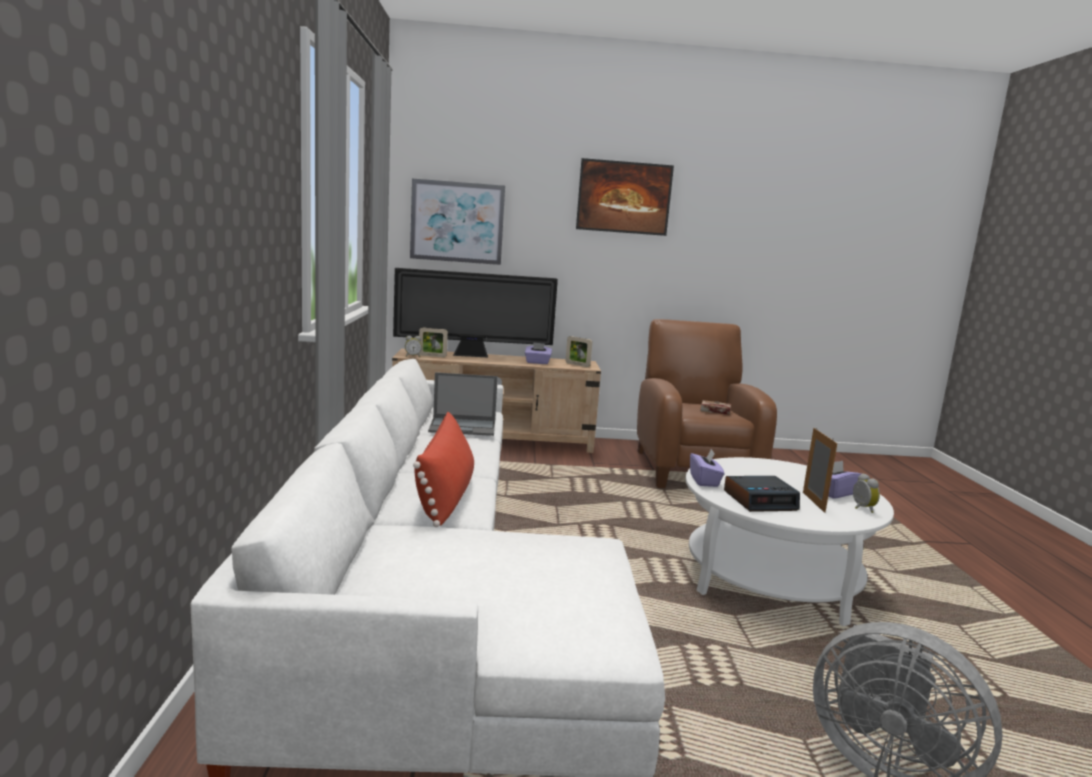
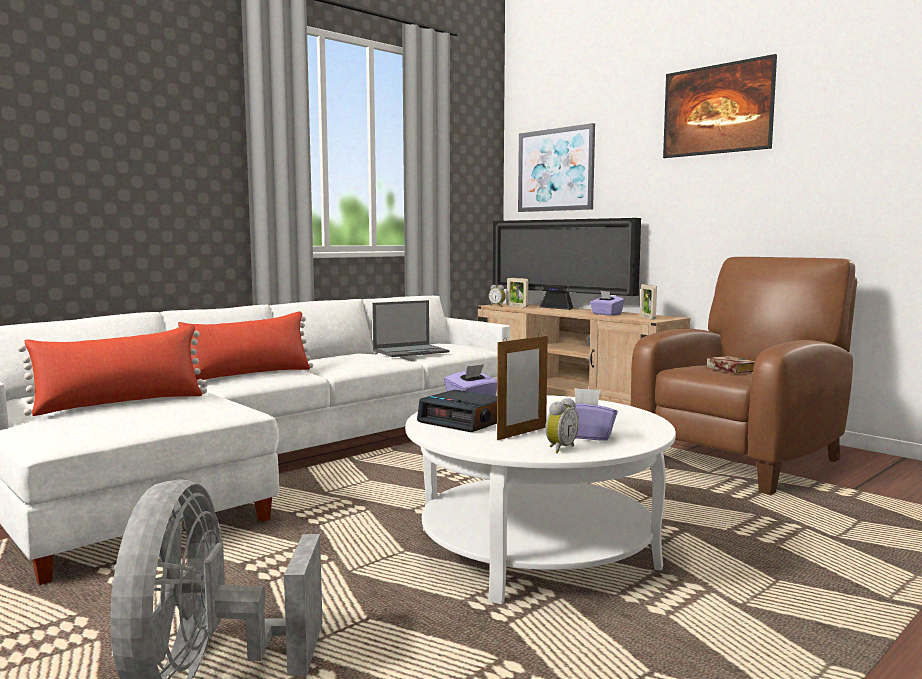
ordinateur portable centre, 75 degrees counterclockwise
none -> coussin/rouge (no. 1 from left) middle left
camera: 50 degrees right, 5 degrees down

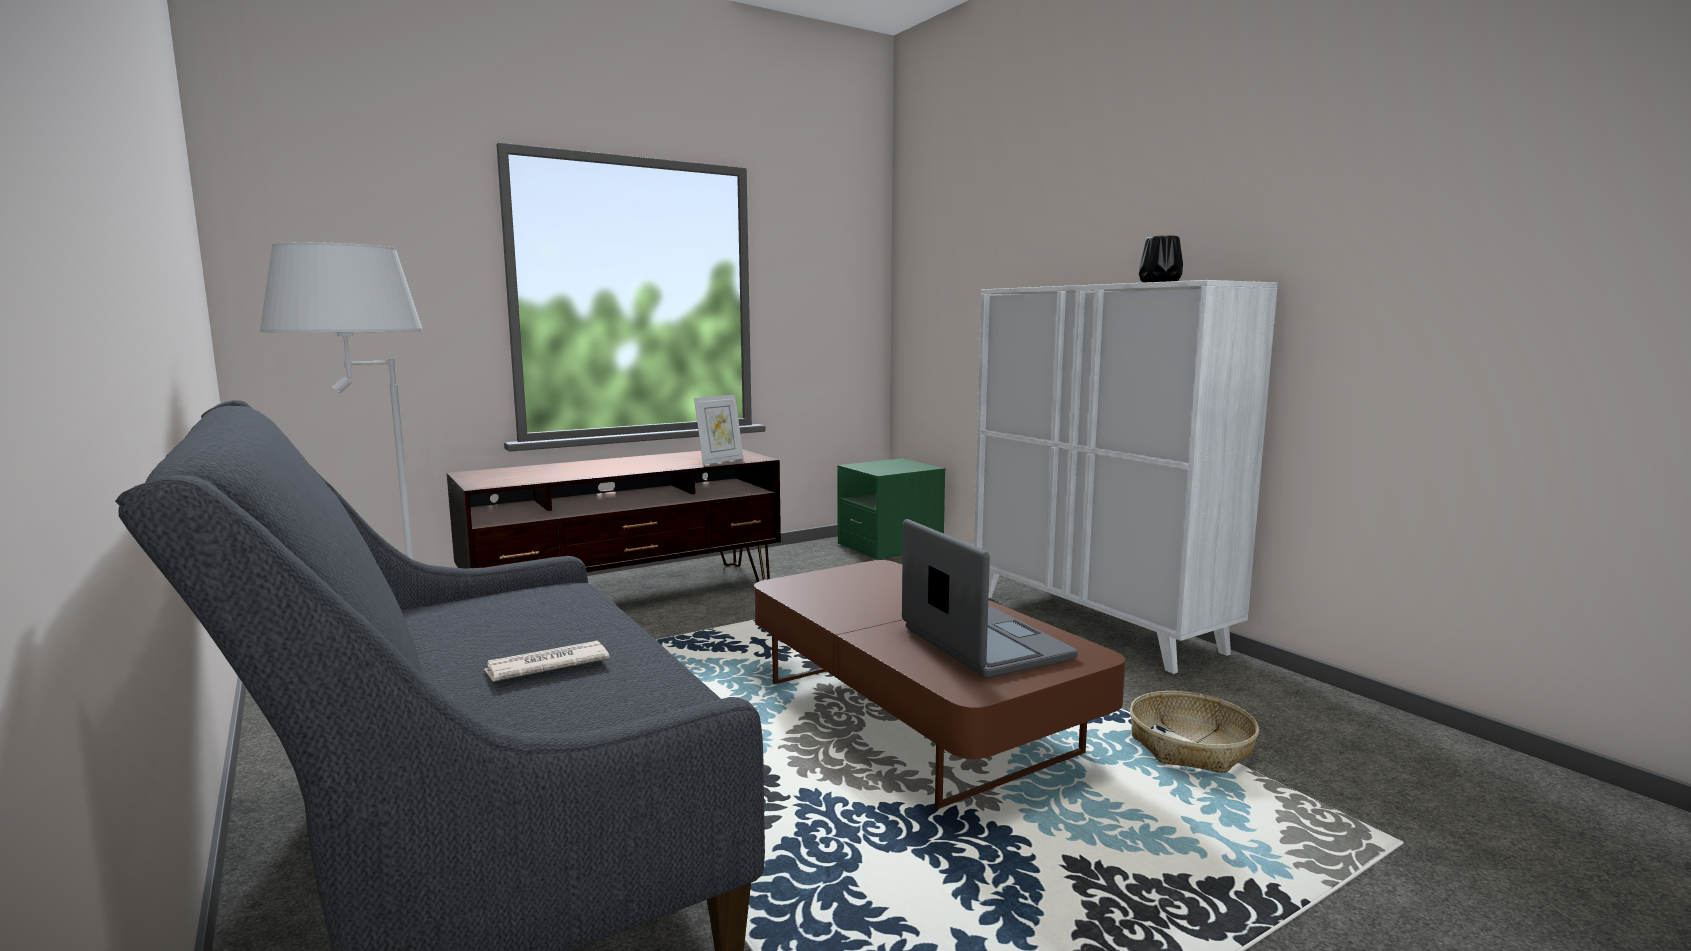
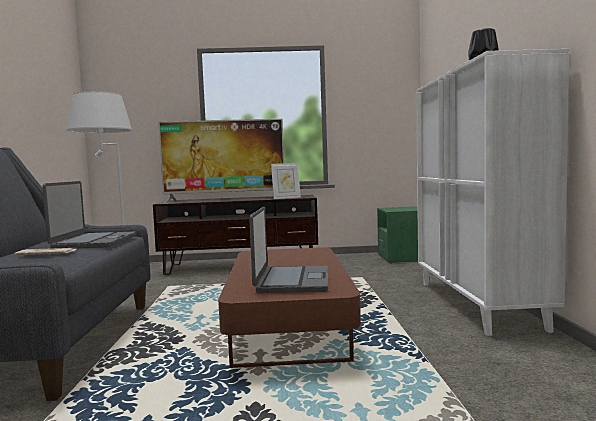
panier bottom right -> none
none -> téléviseur centre
none -> ordinateur portable (no. 1 from left) middle left
camera: 30 degrees right, 5 degrees down

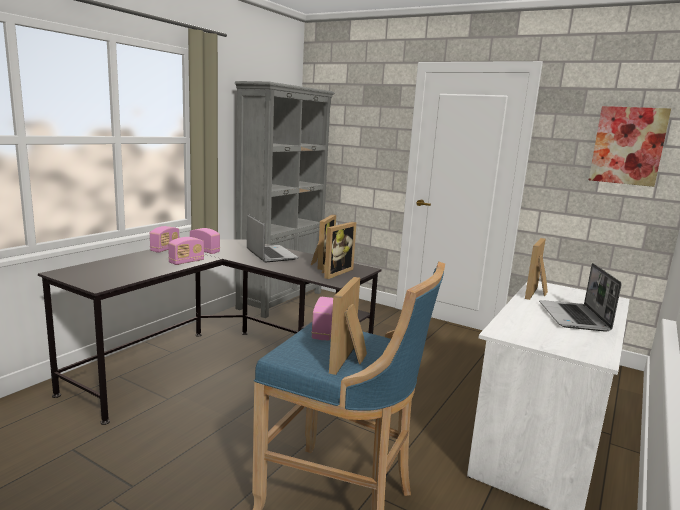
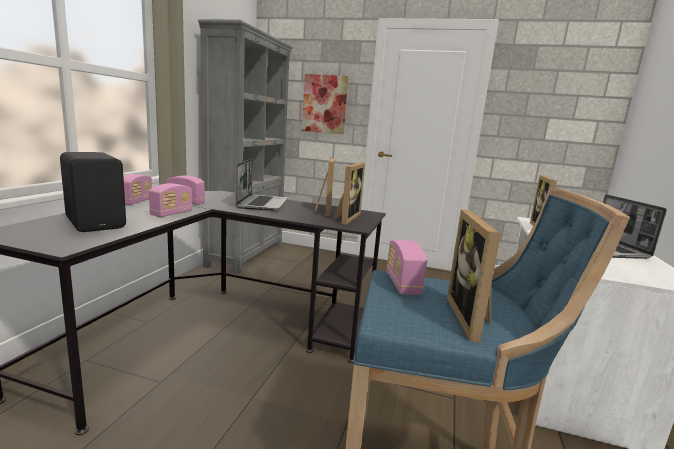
tableau top right -> tableau top centre, relocated
ordinateur portable (no. 1 from left) centre, 45 degrees clockwise
none -> enceinte/noir middle left
camera: 15 degrees left, 0 degrees up

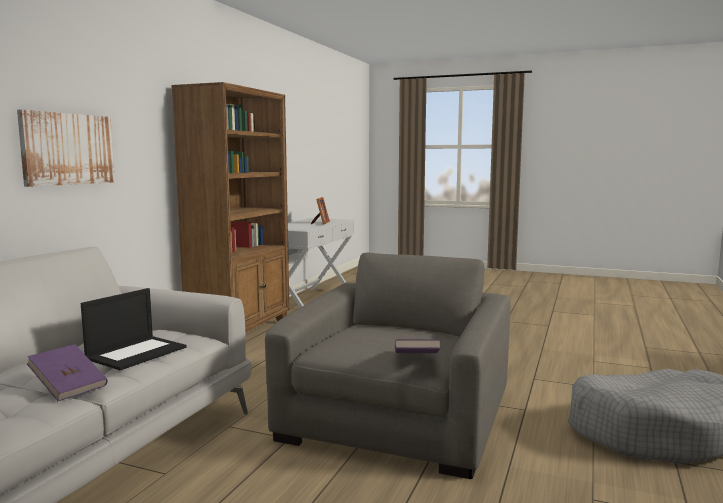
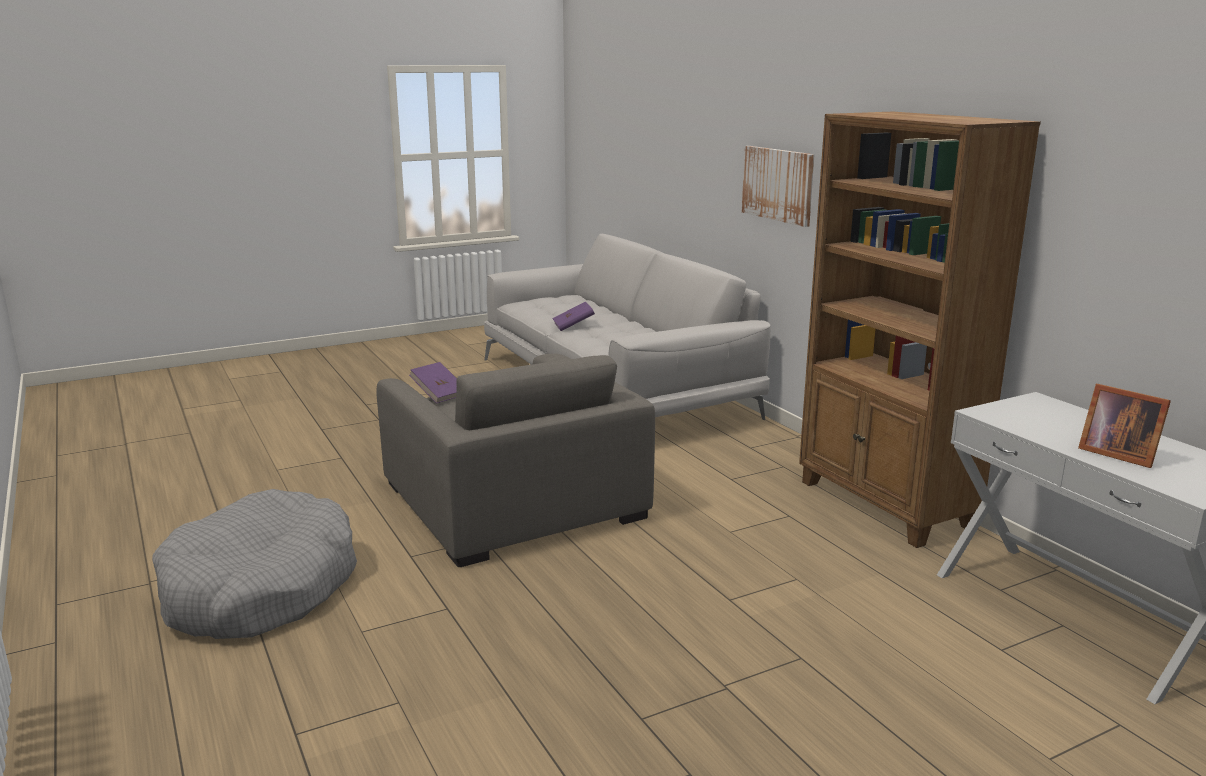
ordinateur portable middle left -> none
camera: 130 degrees right, 10 degrees up

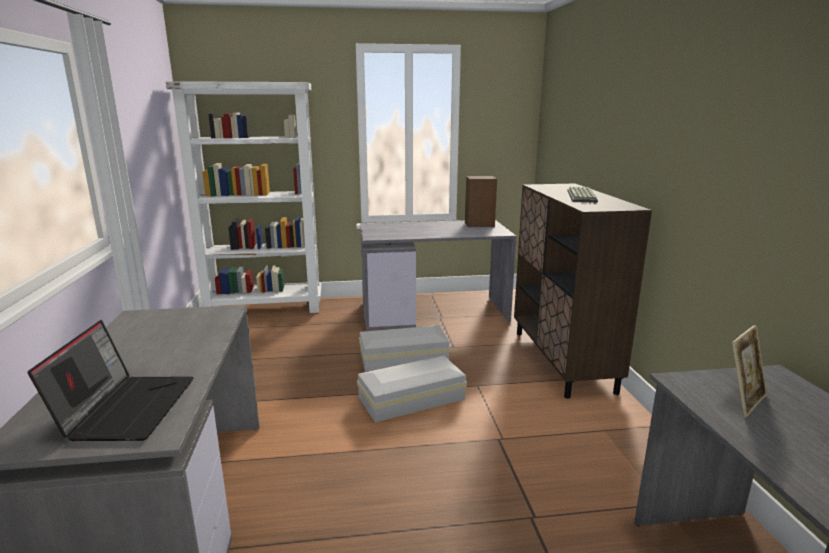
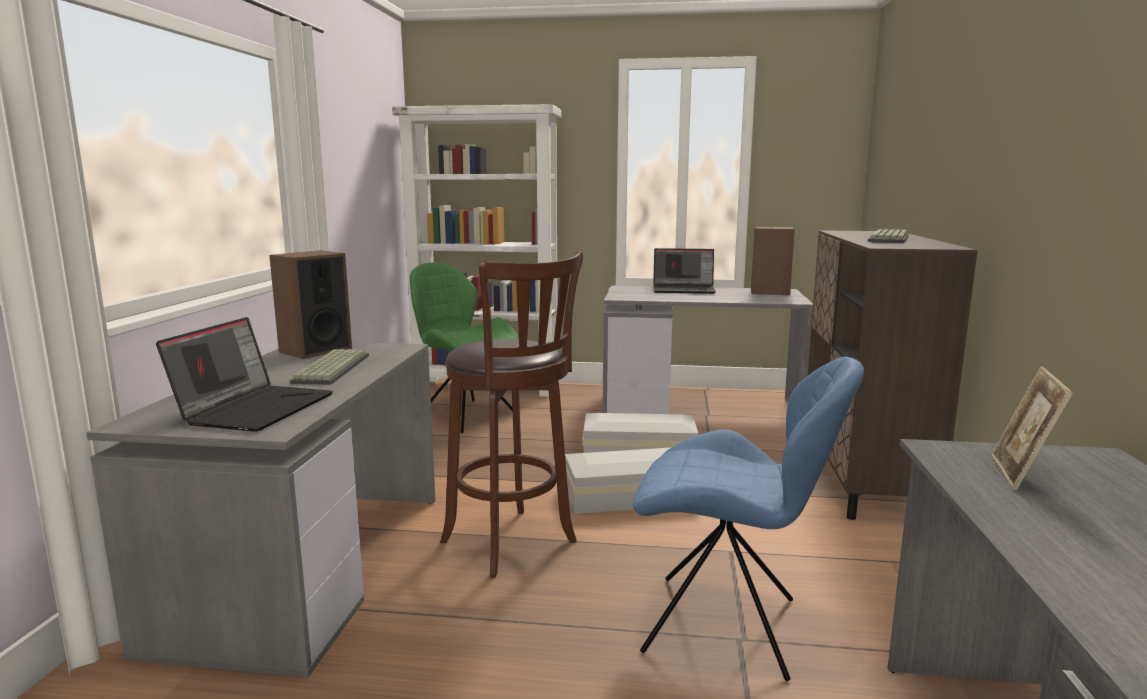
cadre photo bottom right -> cadre photo middle right, 135 degrees clockwise
none -> ordinateur portable (no. 2 from left) centre
none -> enceinte (no. 1 from left) middle left
none -> tabouret/marron centre
none -> chaise/vert centre
none -> clavier (no. 1 from left) middle left
none -> chaise/bleu bottom centre
camera: 15 degrees right, 5 degrees down

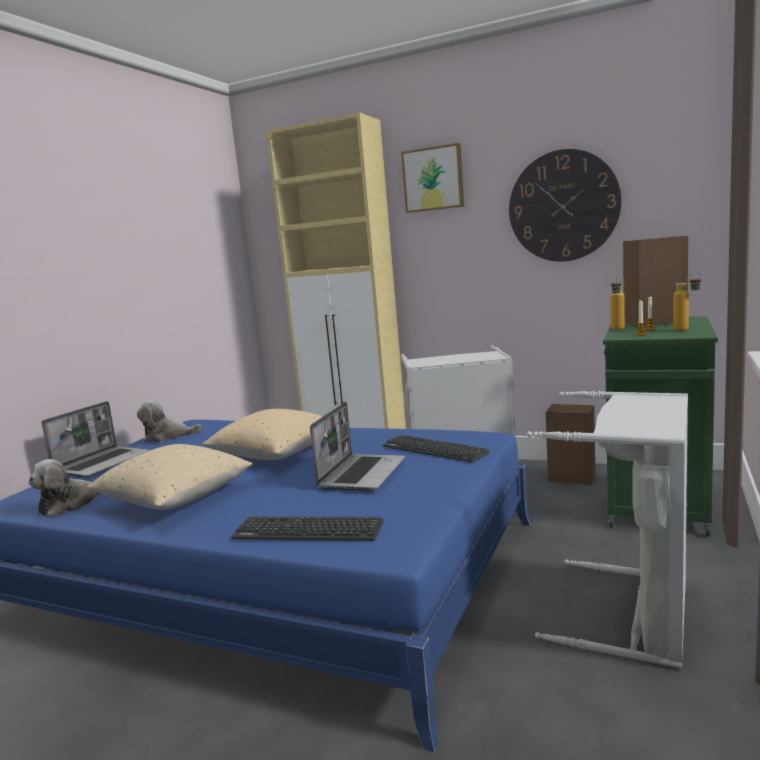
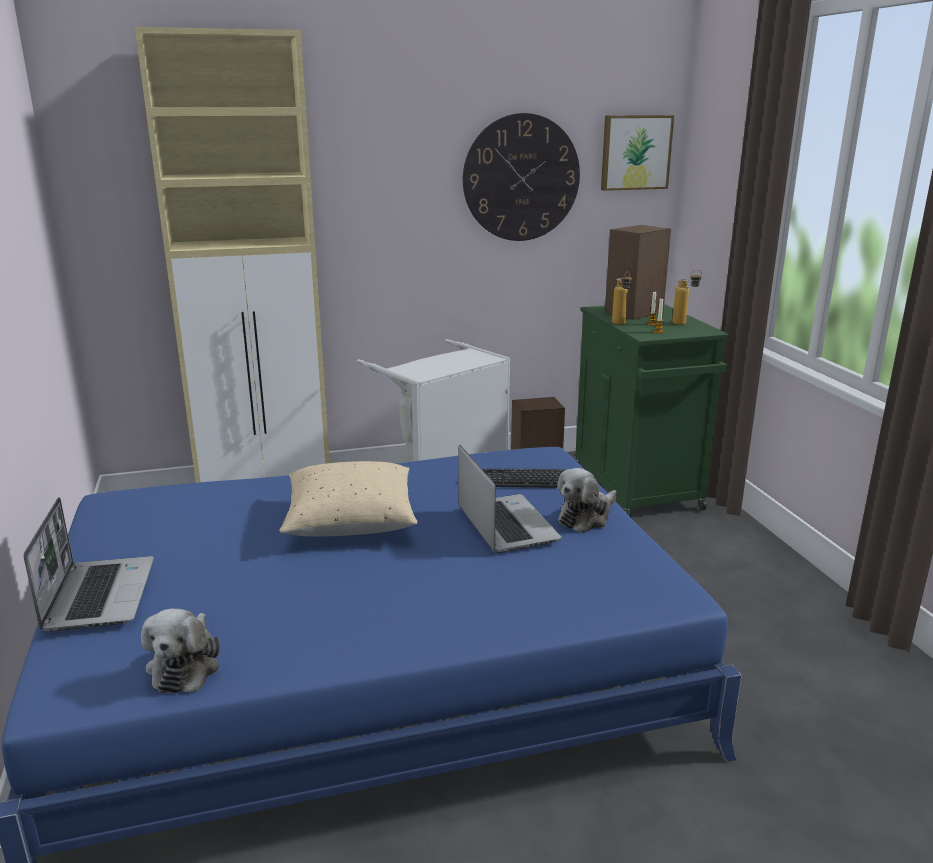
tableau top centre -> tableau top right, relocated
panier à linge/gris (no. 2 from left) bottom right -> none
peluche (no. 2 from left) middle left -> peluche (no. 2 from left) centre, relocated
coussin/beige (no. 1 from left) middle left -> none
clavier (no. 1 from left) bottom centre -> none
camera: 40 degrees left, 10 degrees up

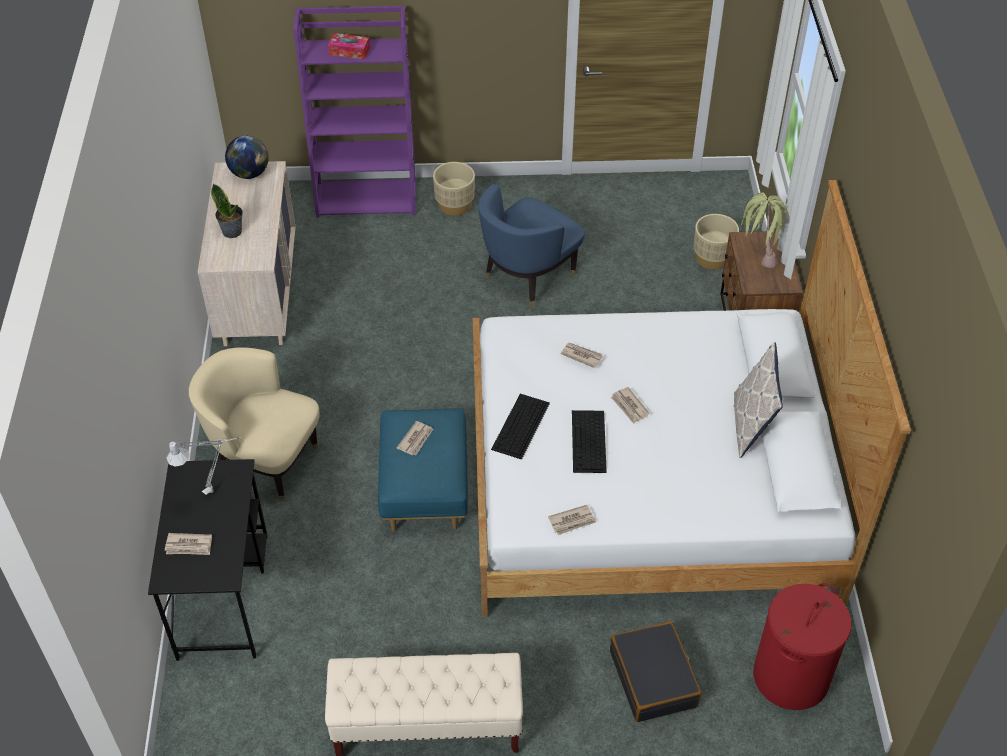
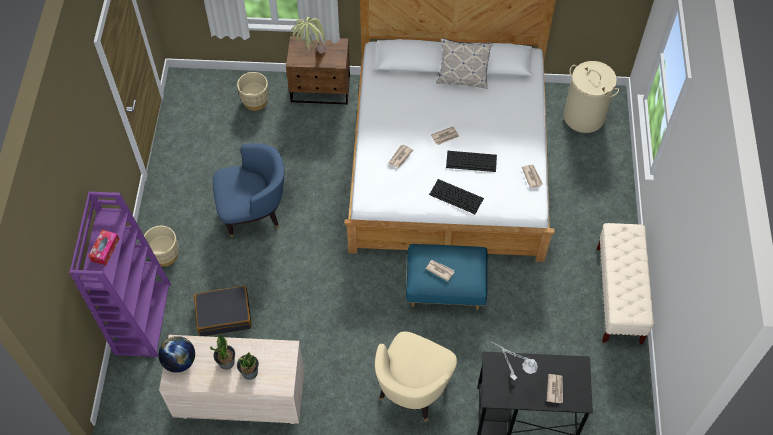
fauteuil/bleu top centre -> fauteuil/bleu middle left, 60 degrees counterclockwise
panier à linge/rouge bottom right -> panier à linge/beige top right
valise/noir bottom centre -> valise/noir bottom left, relocated
none -> plante en pot (no. 1 from left) bottom left
camera: 85 degrees left, 10 degrees up

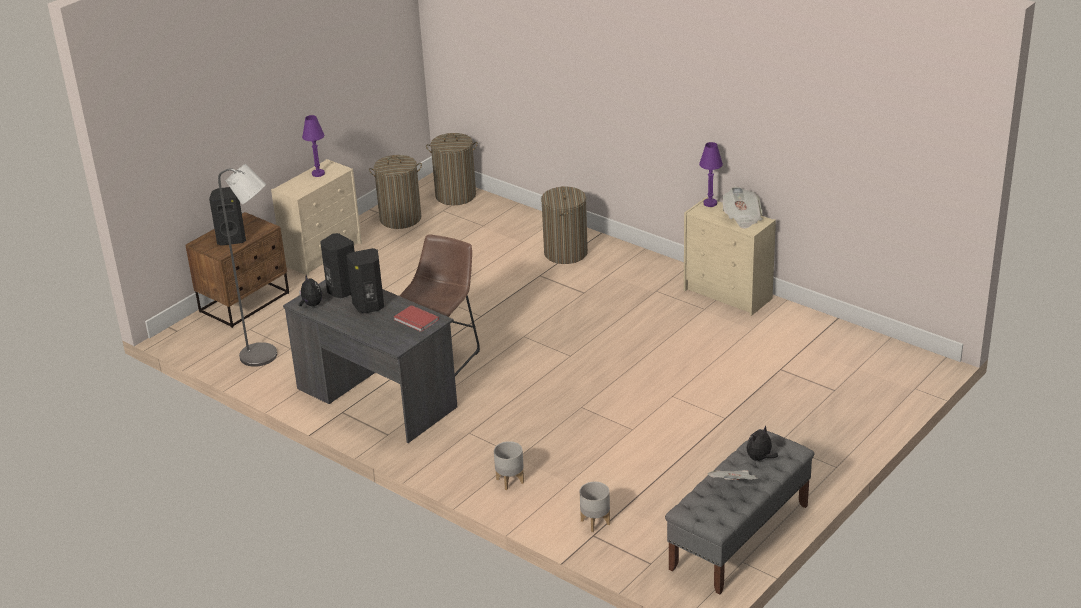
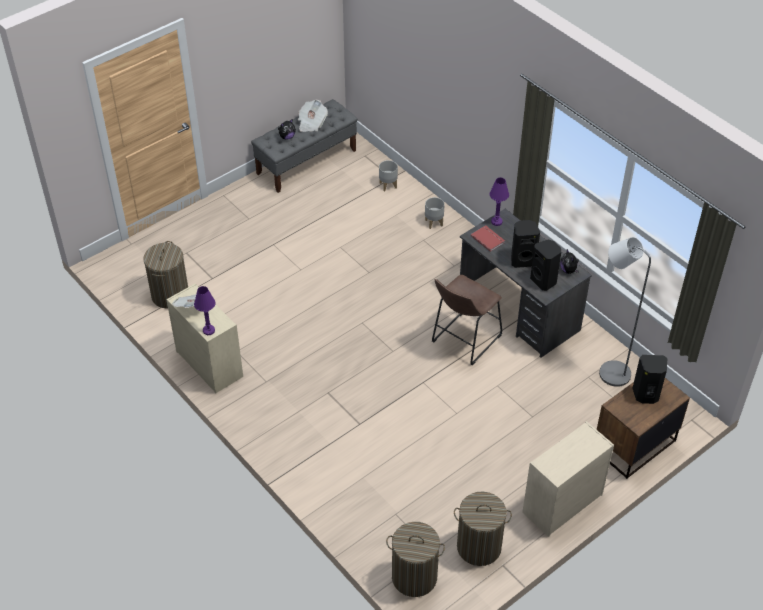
lampe de table/violet (no. 1 from left in the first image) top left -> lampe de table/violet (no. 2 from left) top centre, relocated
panier à linge (no. 3 from left in the first image) centre -> panier à linge (no. 1 from left) middle left, relocated
camera: 170 degrees left, 15 degrees up

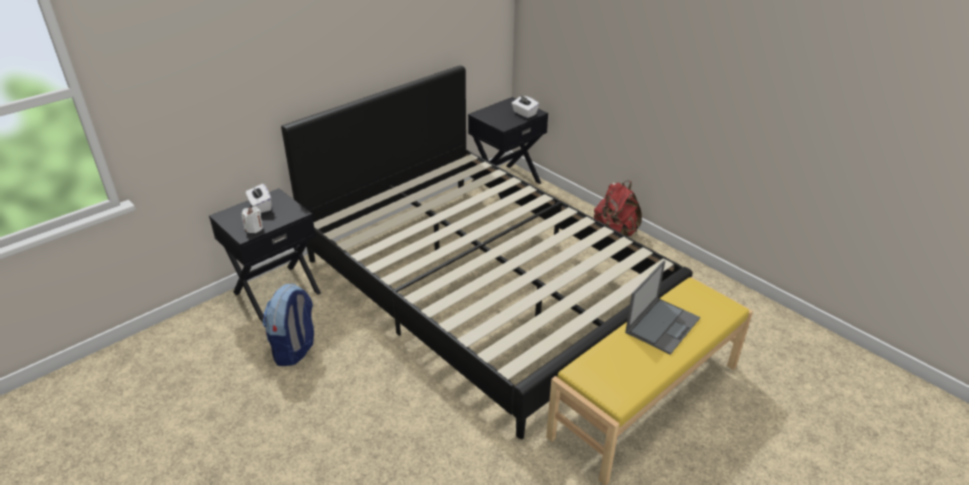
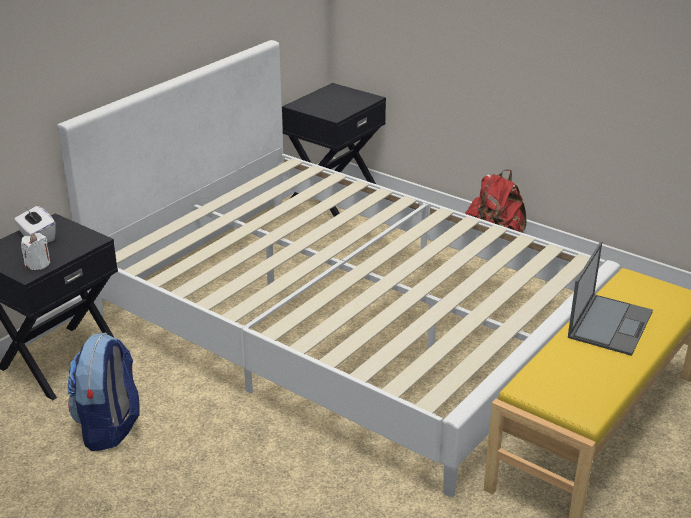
lit/noir centre -> lit/blanc centre
boîte à mouchoirs/blanc (no. 2 from left) top centre -> none
camera: 10 degrees left, 5 degrees down

